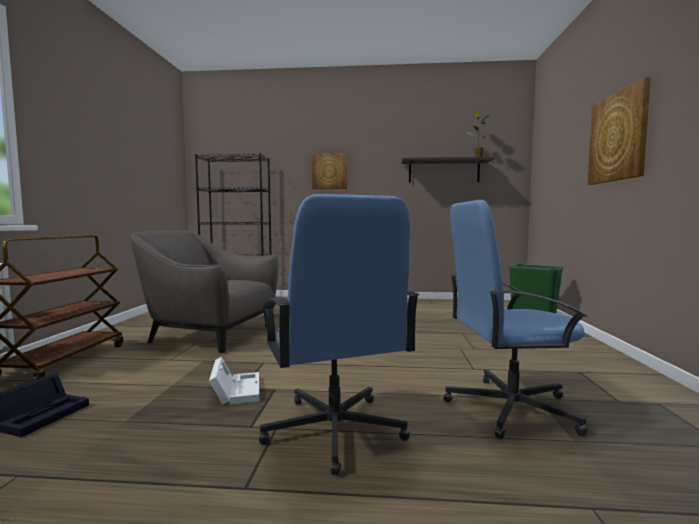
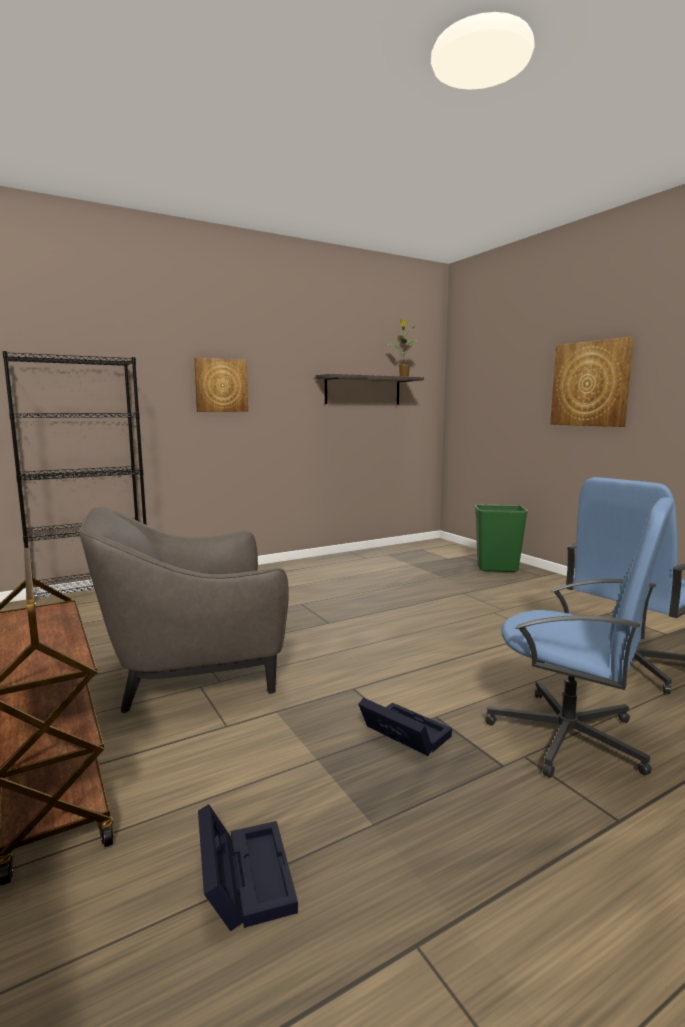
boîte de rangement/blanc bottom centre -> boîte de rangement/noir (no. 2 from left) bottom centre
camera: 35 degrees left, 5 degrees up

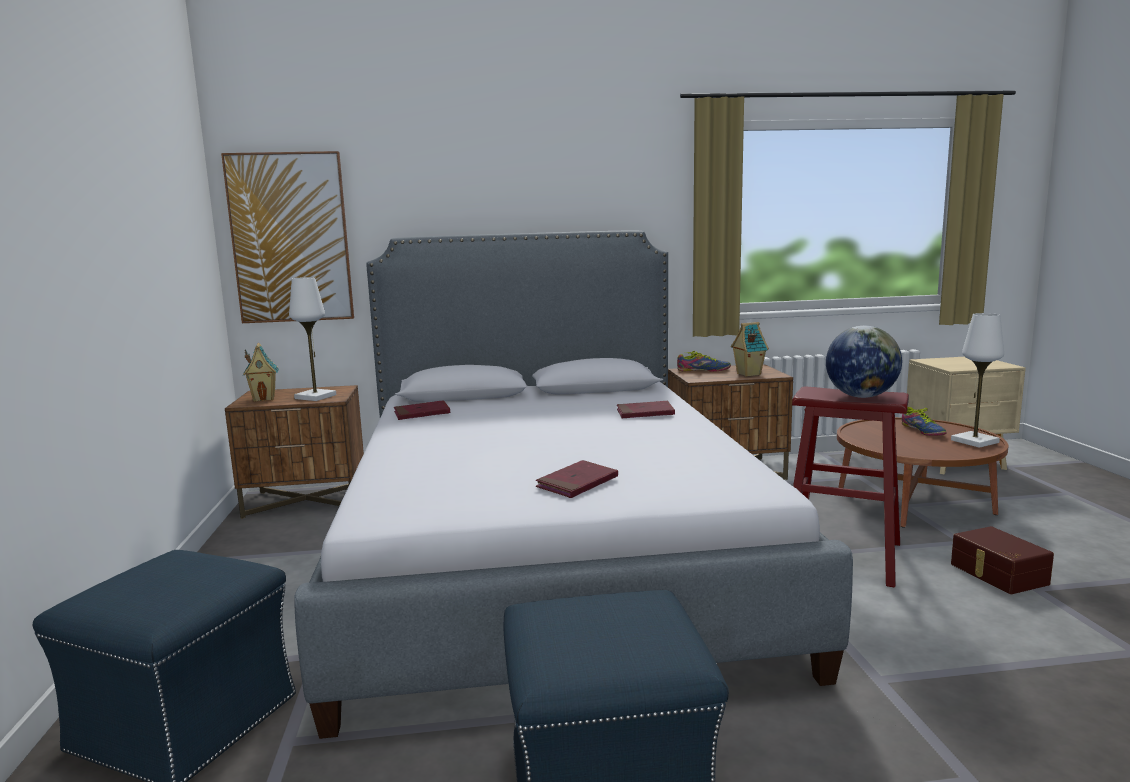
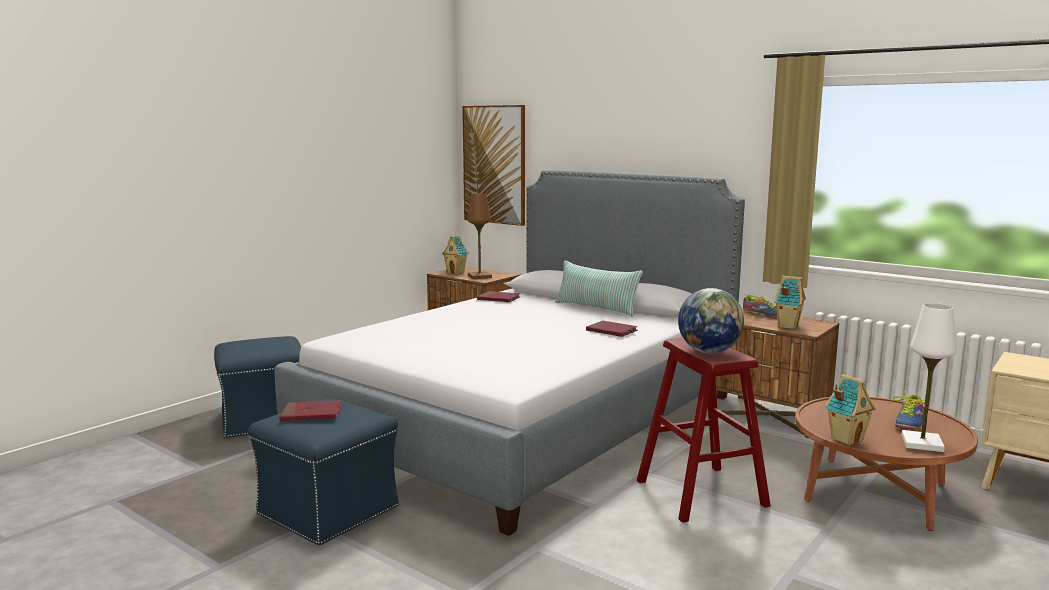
lampe de table/blanc (no. 1 from left) middle left -> lampe de table/marron centre
livre/rouge (no. 2 from left in the first image) centre -> livre/rouge (no. 1 from left) bottom left, relocated
boîte de rangement/marron bottom right -> none
none -> coussin centre
none -> maison miniature (no. 3 from left) bottom right
camera: 45 degrees right, 0 degrees up

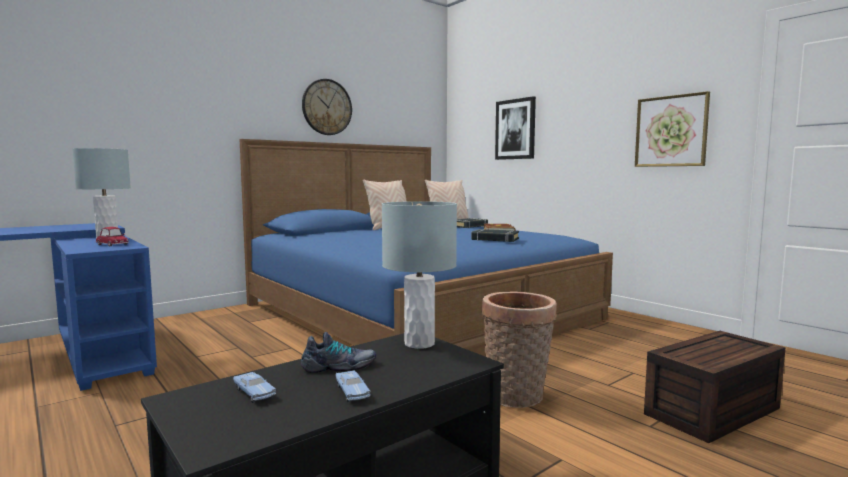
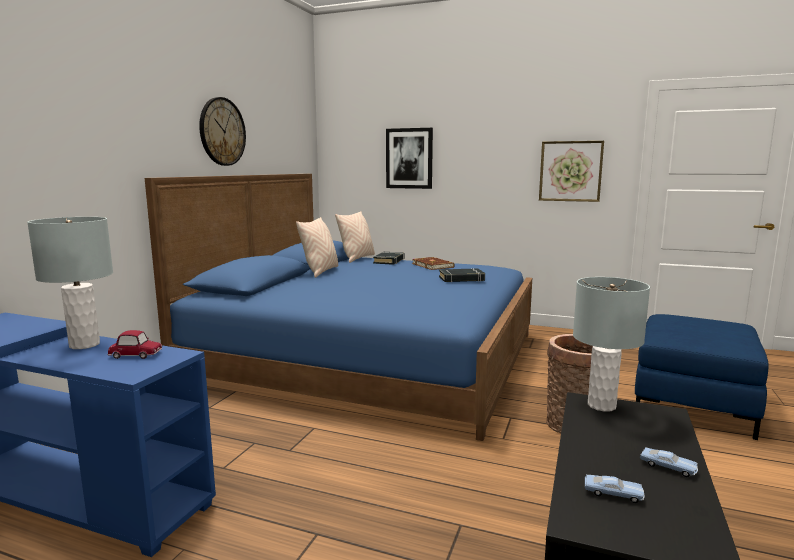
boîte de rangement/marron bottom right -> pouf/bleu bottom right
chaussure bottom centre -> none
camera: 30 degrees left, 5 degrees up

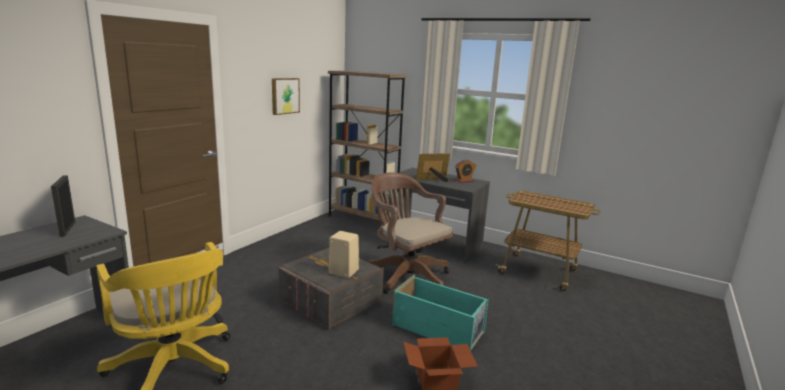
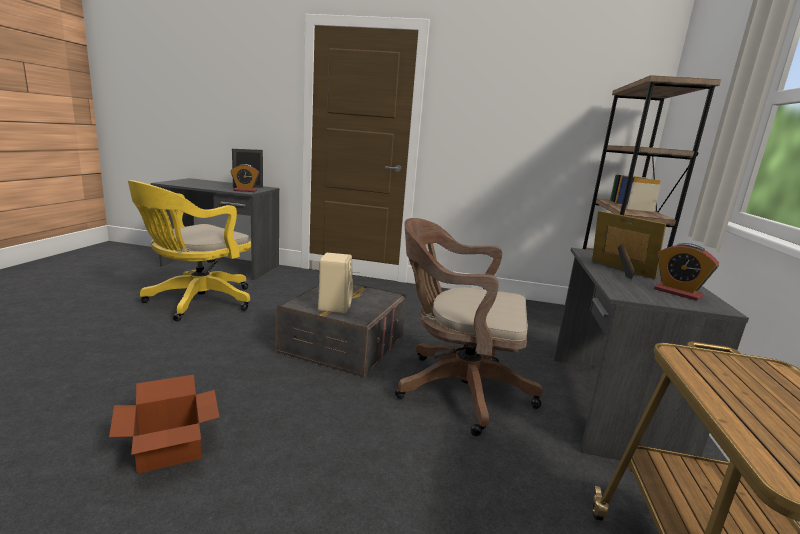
tableau top centre -> none
chaise de bureau/marron centre, 105 degrees counterclockwise
boîte de rangement/turquoise bottom centre -> none
none -> réveil (no. 1 from left) middle left
camera: 70 degrees right, 0 degrees up

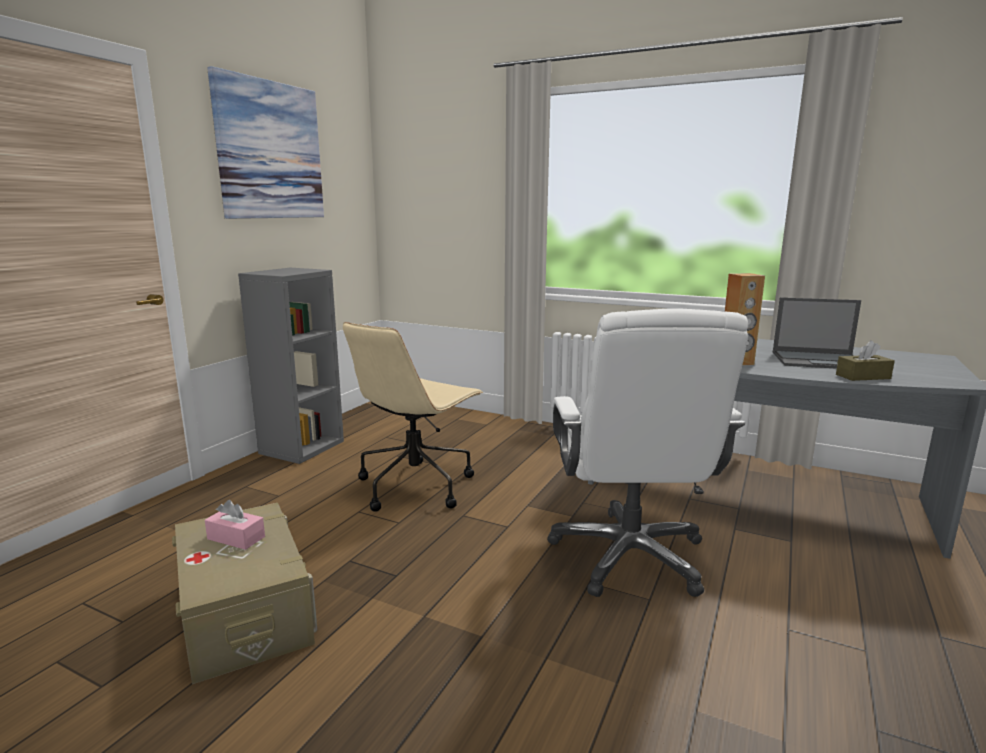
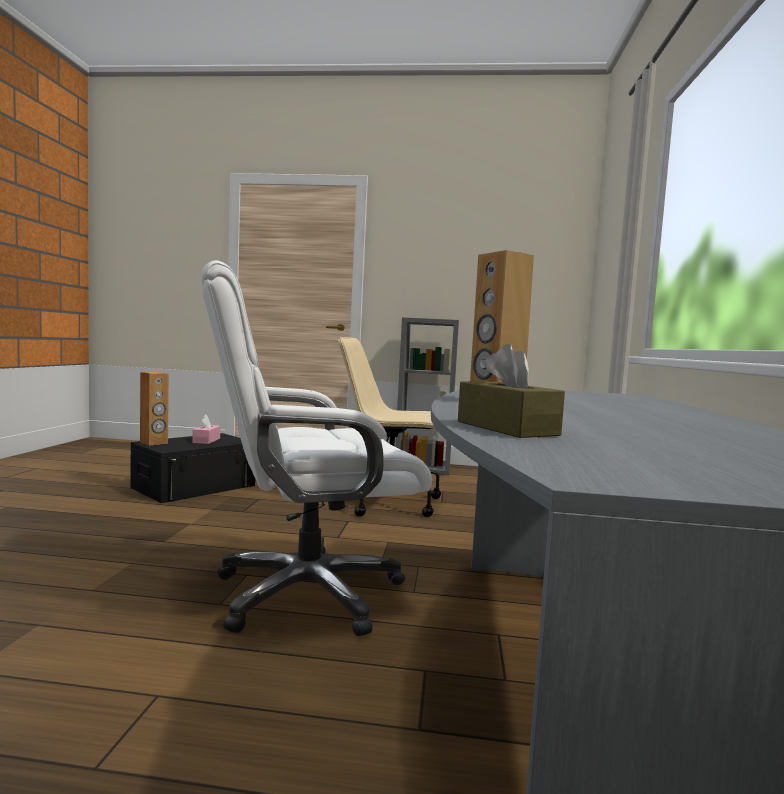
tableau top left -> none
ordinateur portable middle right -> none
boîte de rangement/beige bottom left -> boîte de rangement/noir middle left
none -> enceinte/marron (no. 1 from left) middle left
camera: 70 degrees right, 10 degrees down

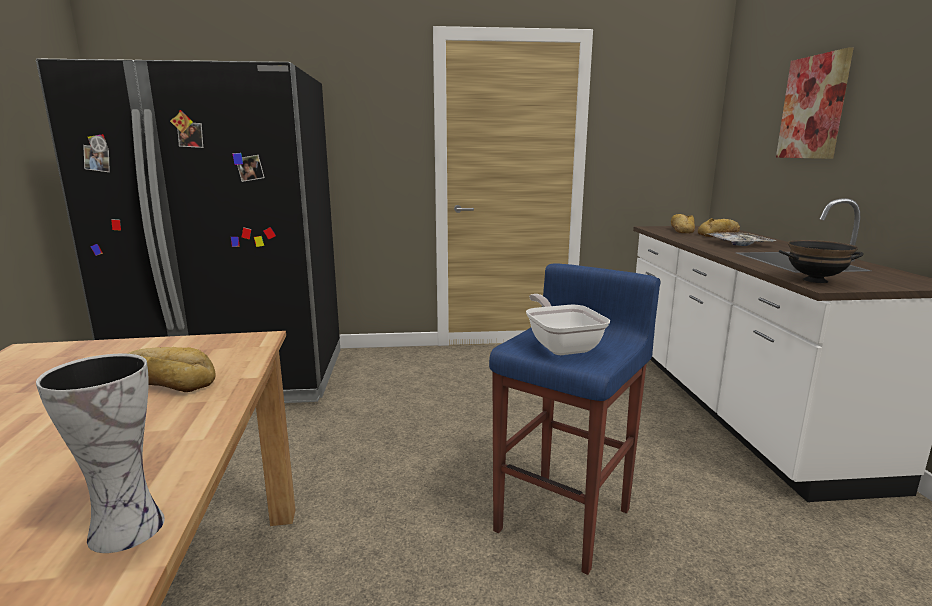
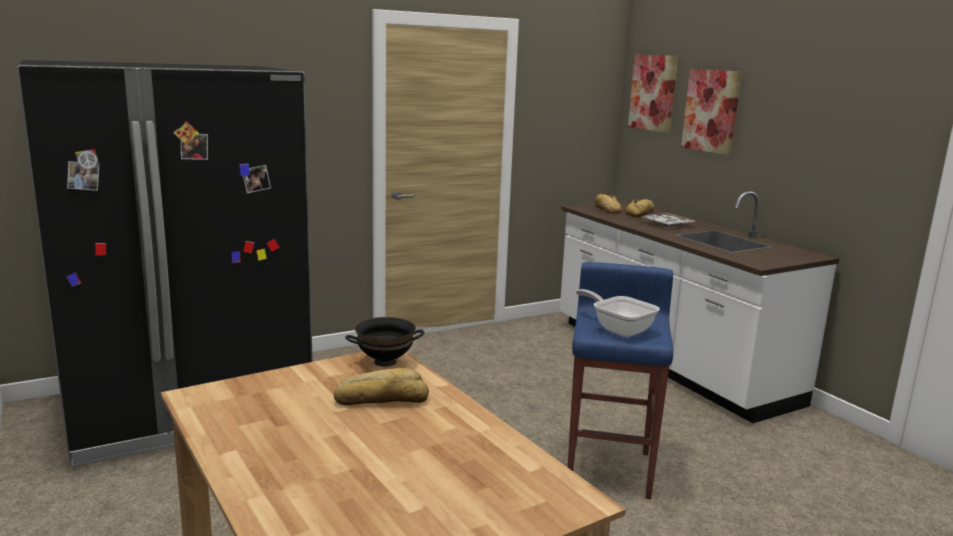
bol/noir middle right -> bol/noir centre, relocated
vase bottom left -> none
none -> tableau (no. 1 from left) top right
camera: 25 degrees left, 0 degrees up

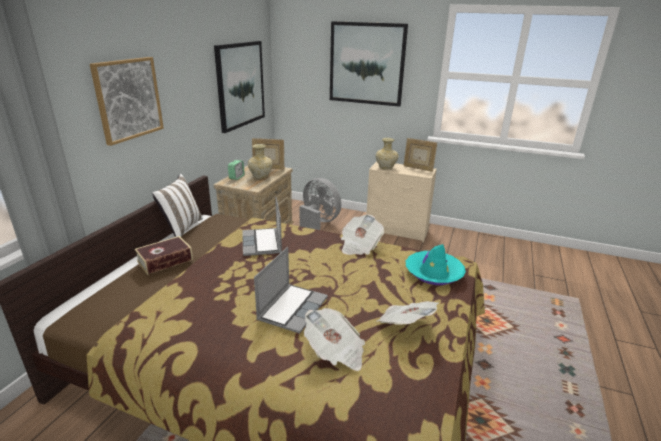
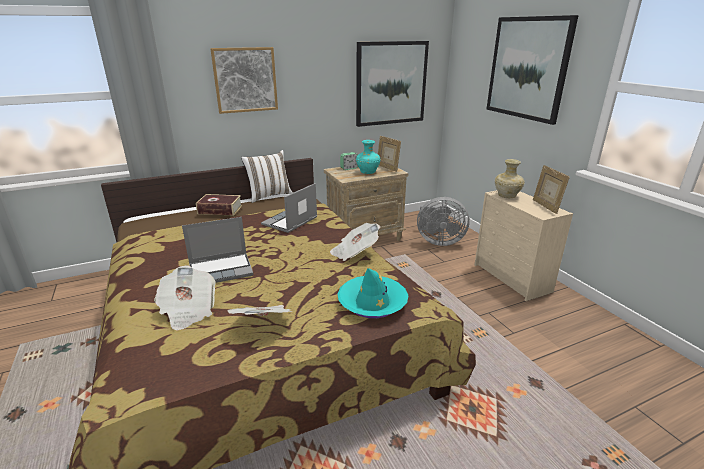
vase/beige (no. 1 from left) centre -> vase/turquoise centre
ventilateur/gris centre, 105 degrees clockwise
camera: 45 degrees right, 0 degrees up

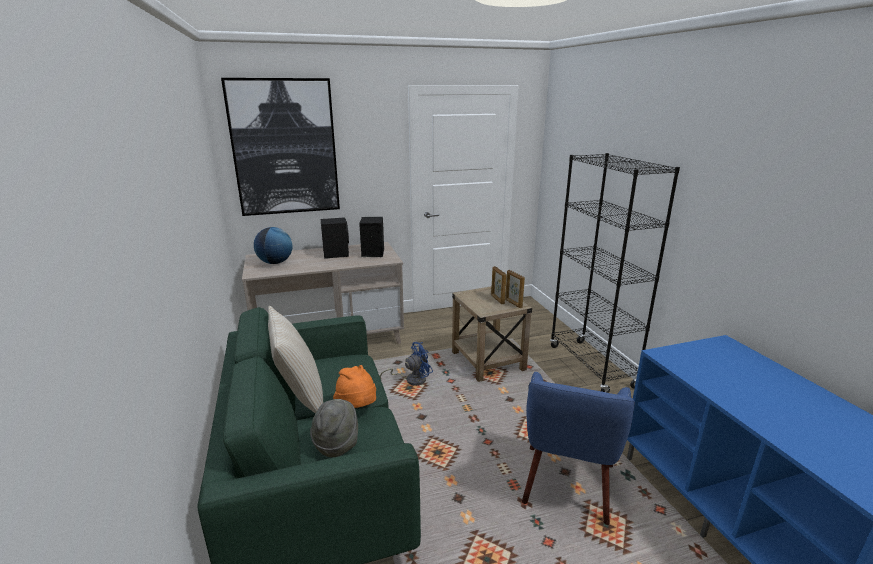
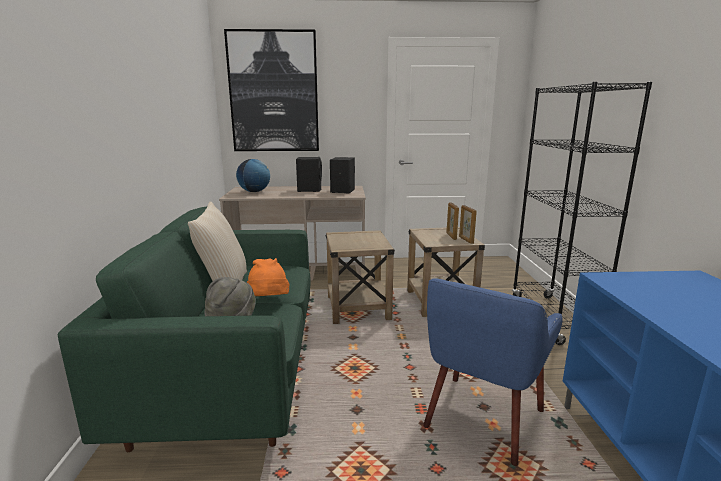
ventilateur/bleu centre -> table d'appoint/beige (no. 1 from left) centre
camera: 15 degrees right, 5 degrees down

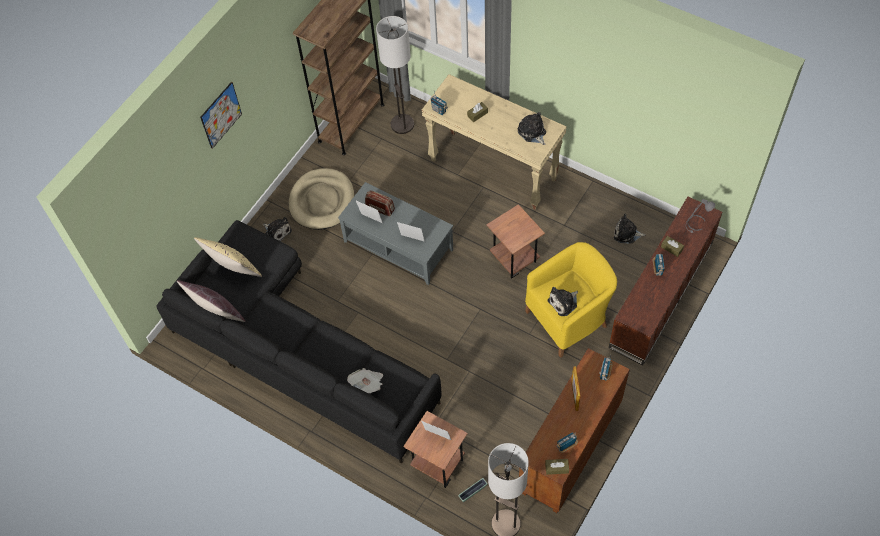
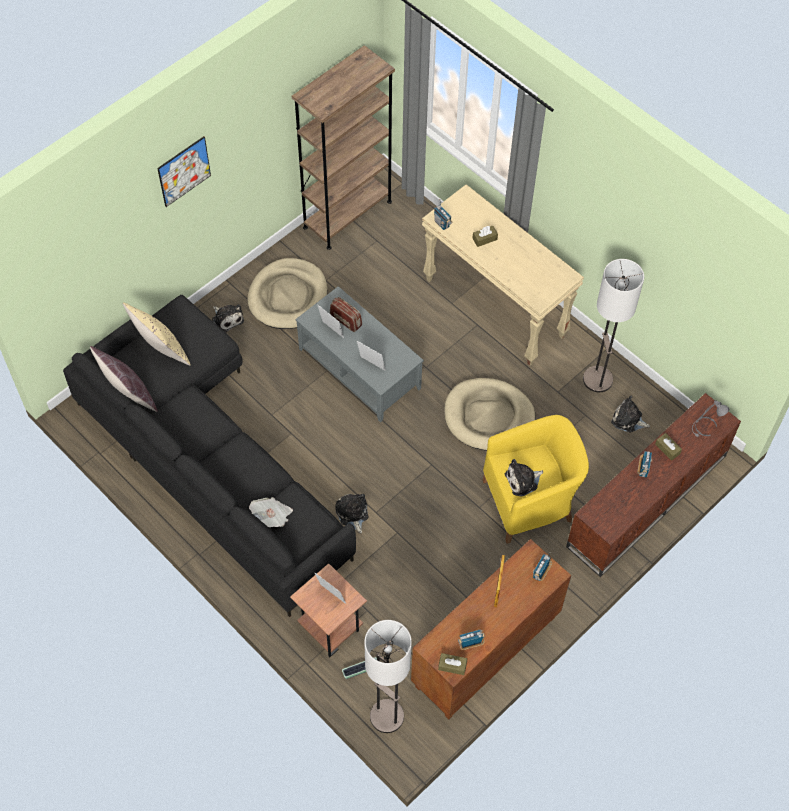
lampadaire (no. 1 from left in the first image) top centre -> lampadaire (no. 2 from left) middle right, relocated
peluche (no. 2 from left) top centre -> peluche (no. 2 from left) centre, relocated
table d'appoint/marron (no. 2 from left) centre -> panier pour chien/beige (no. 2 from left) centre
camera: 10 degrees right, 0 degrees up

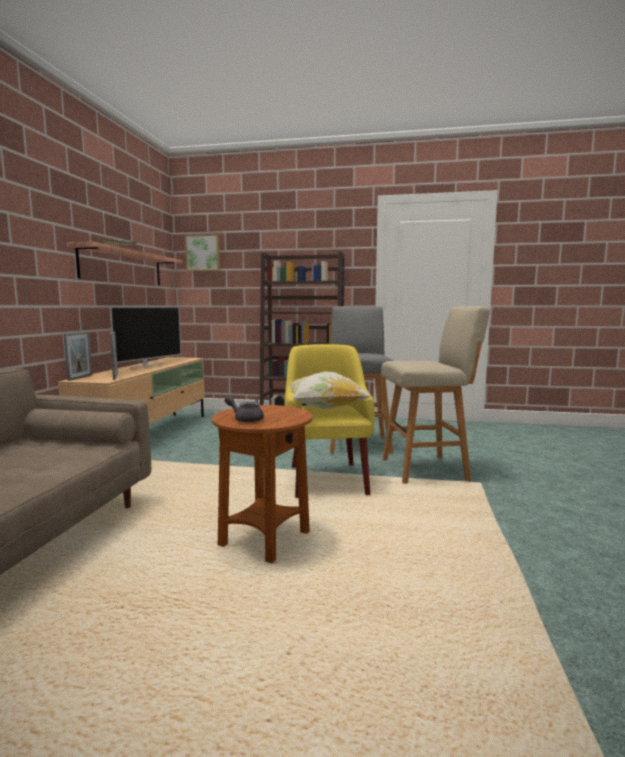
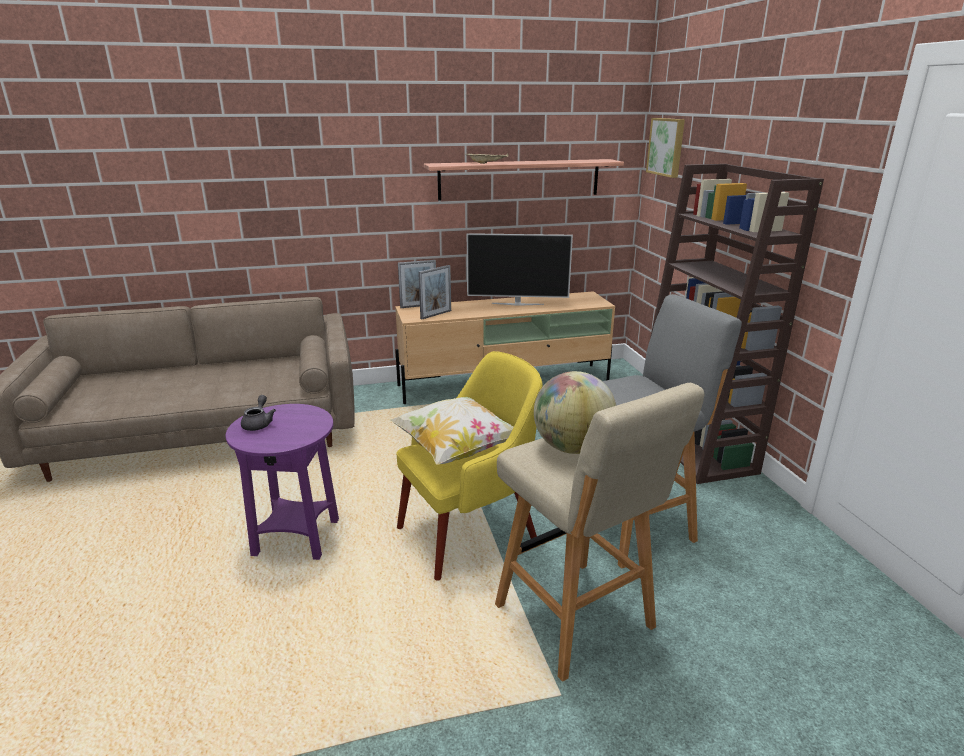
table d'appoint/marron centre -> table d'appoint/violet middle left
none -> globe centre
camera: 65 degrees right, 15 degrees up

